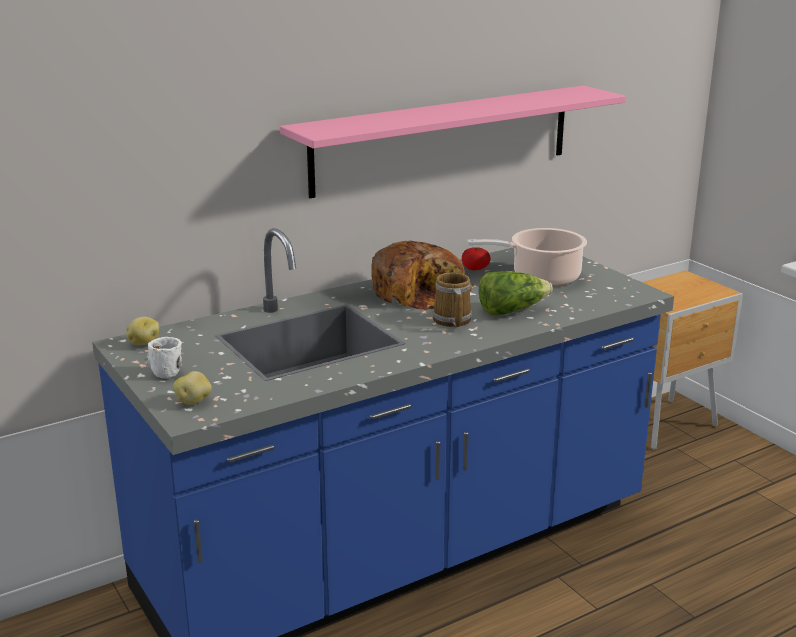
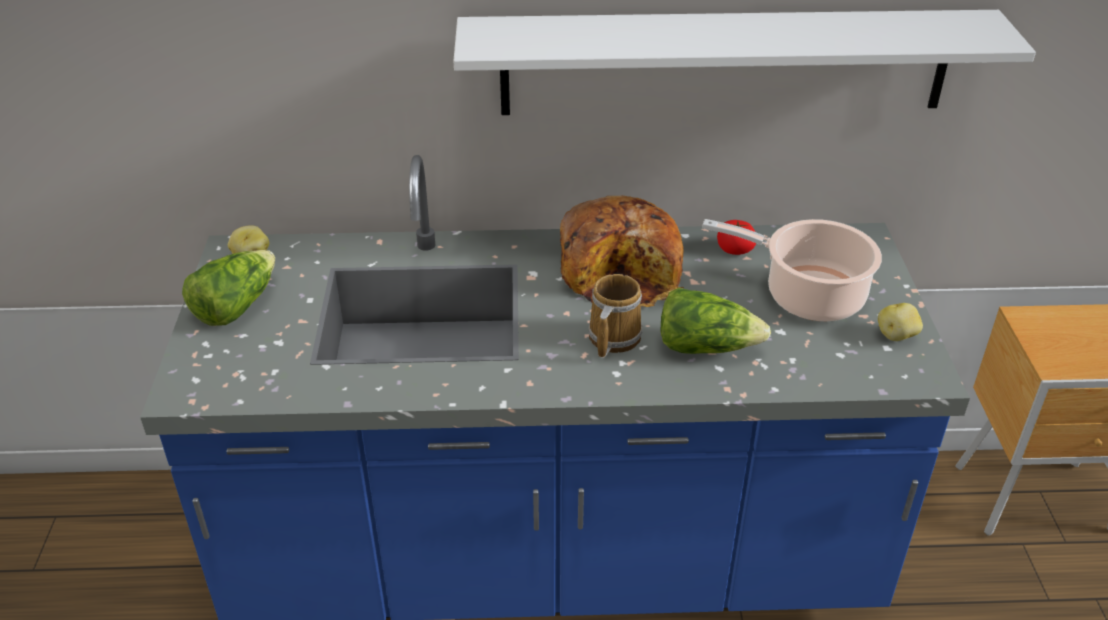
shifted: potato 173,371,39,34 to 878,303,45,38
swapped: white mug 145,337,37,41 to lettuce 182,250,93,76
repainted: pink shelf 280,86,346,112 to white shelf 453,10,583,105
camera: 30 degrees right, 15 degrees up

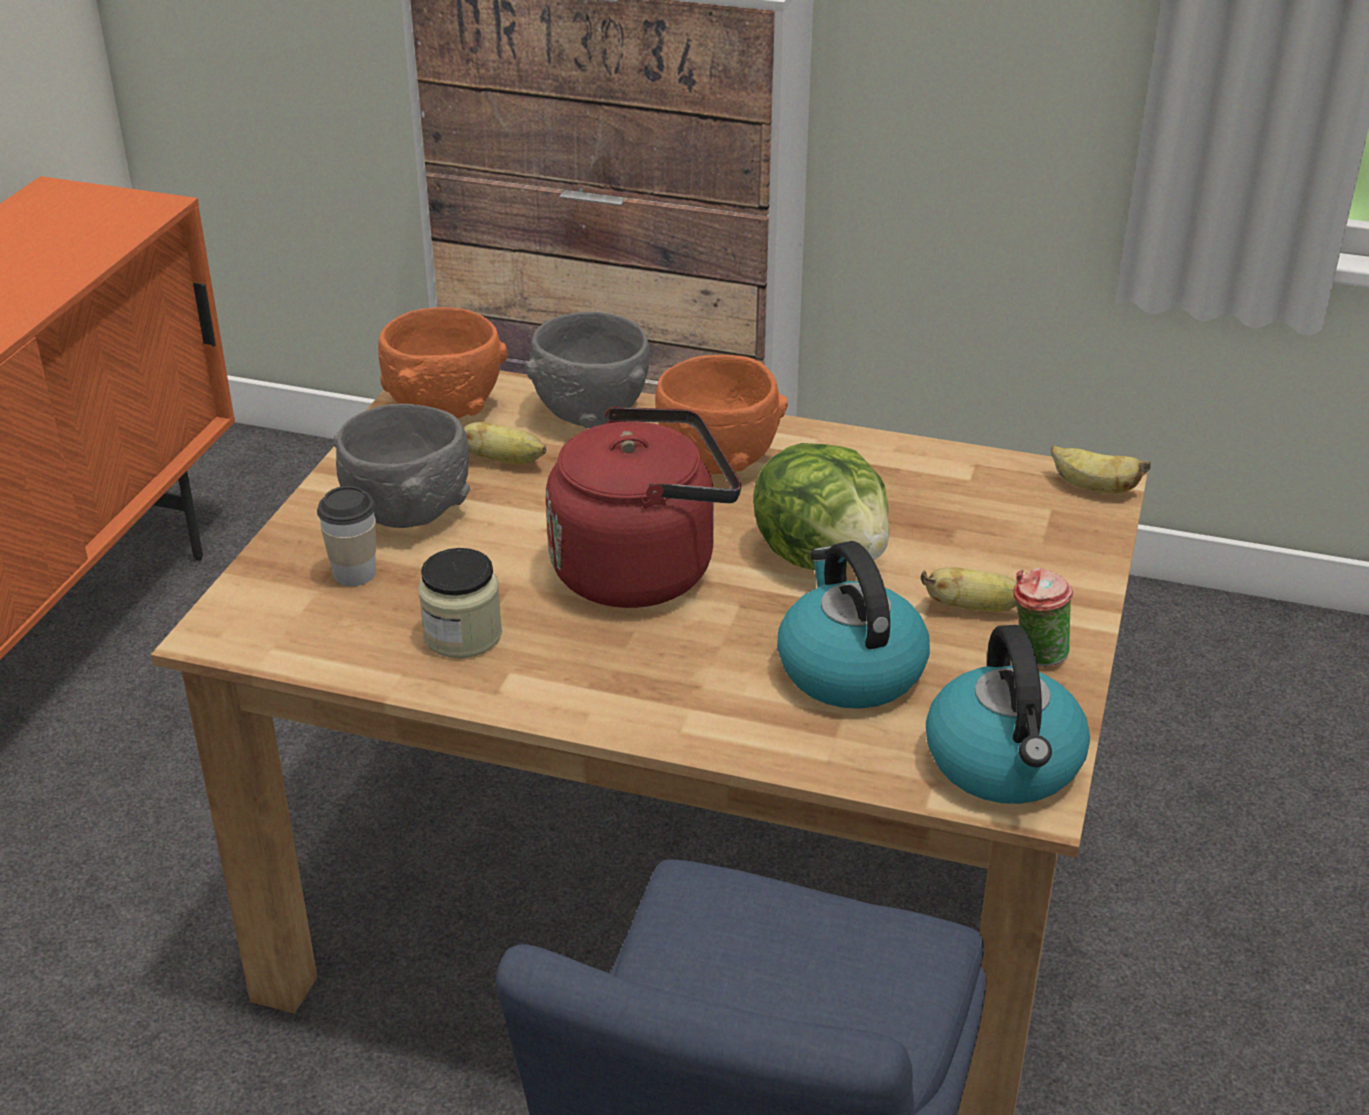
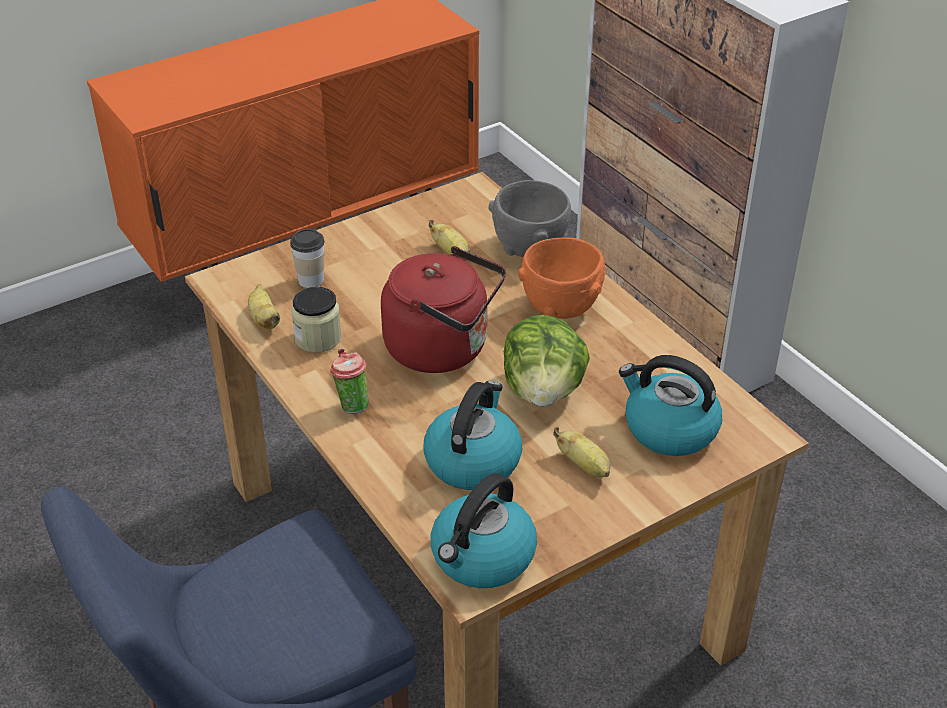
gone: grey bowl 333,404,137,124; orange bowl 378,307,130,111
new: kettle 619,355,103,101
shifted: cup 1013,568,60,99 to 330,349,38,65; banana 1051,445,100,48 to 248,284,32,45
camera: 40 degrees right, 5 degrees up

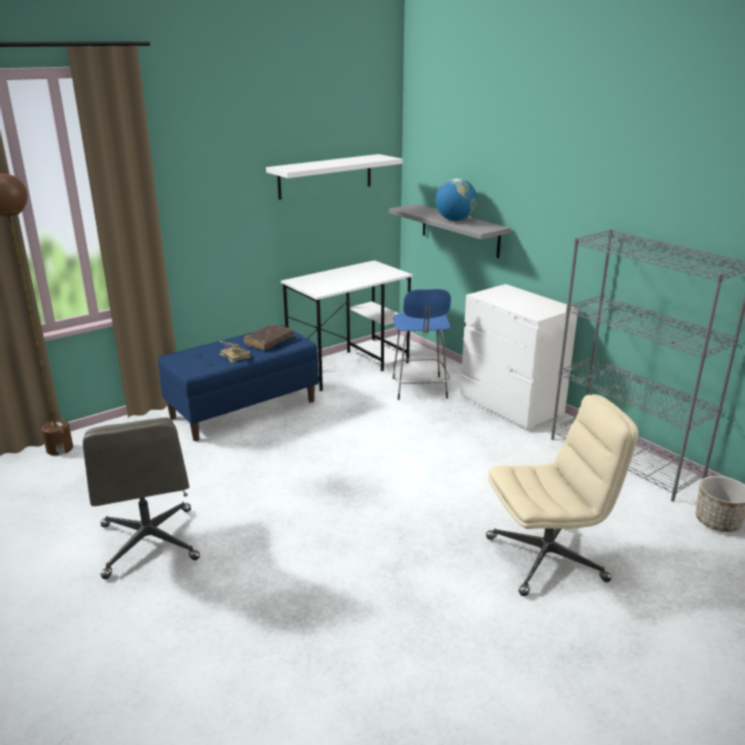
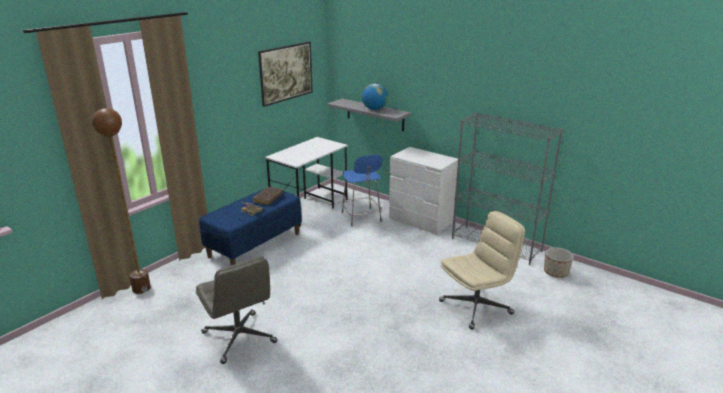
swapped: white shelf 266,154,136,46 to picture 258,42,55,65
camera: 15 degrees left, 0 degrees up

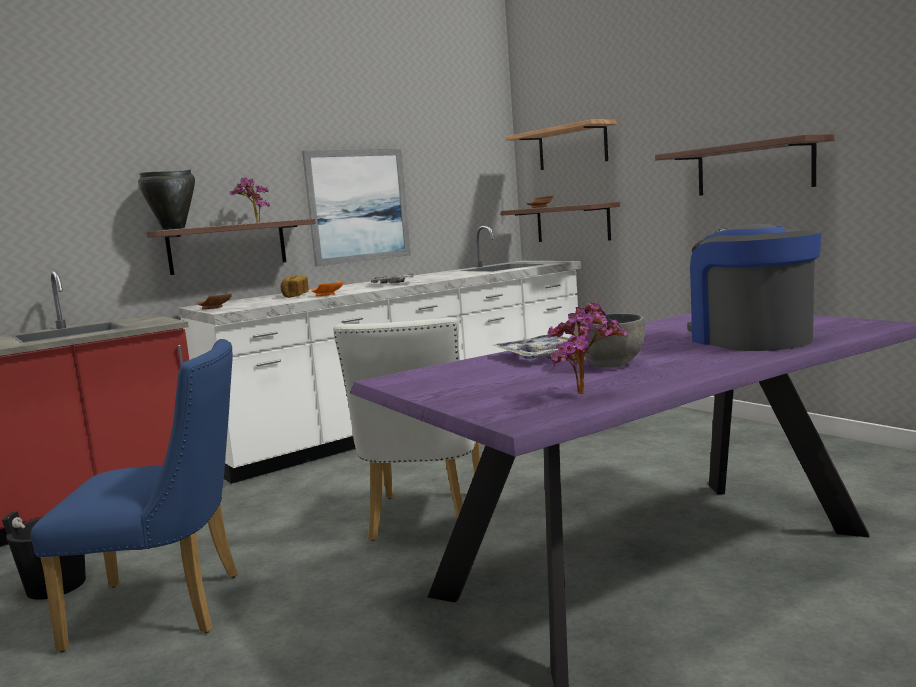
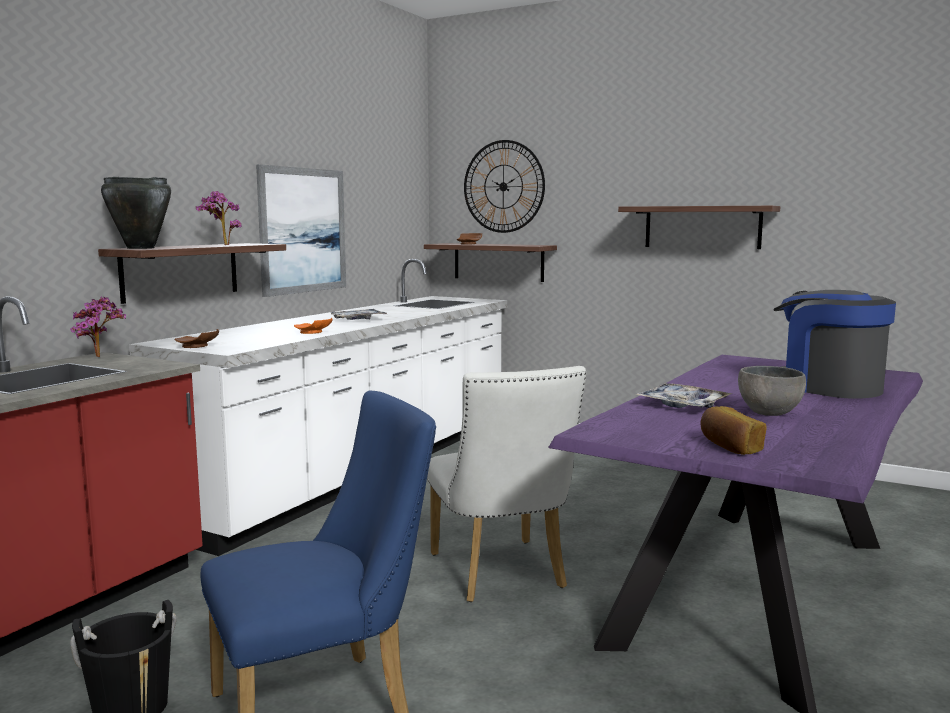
shifted: bread 281,276,28,22 to 701,406,66,49; potted plant 547,302,80,93 to 70,297,56,60
swapped: shelf 506,120,112,50 to wall clock 464,140,81,93
camera: 25 degrees left, 0 degrees up

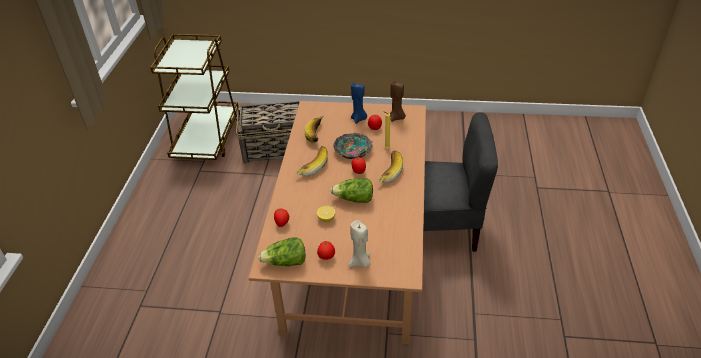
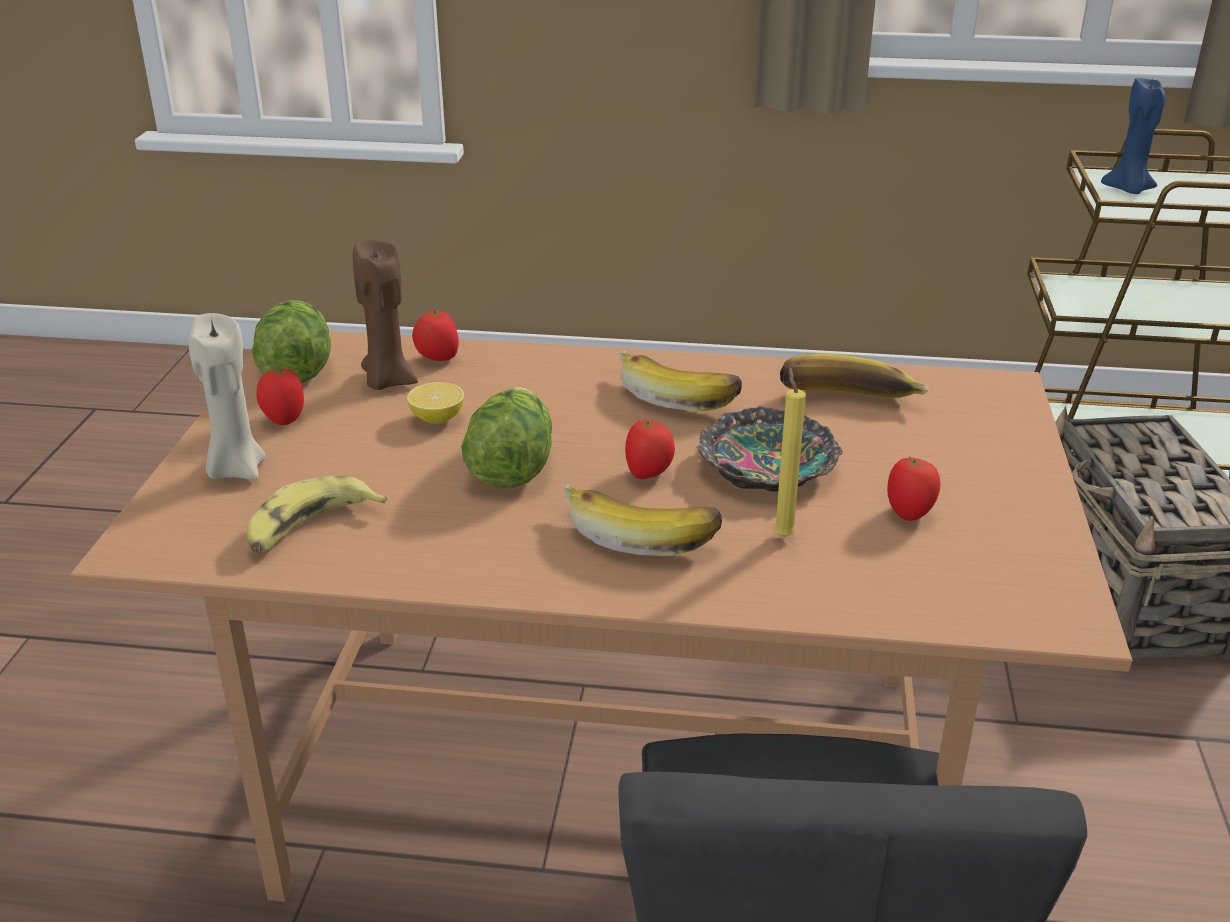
new: banana 247,476,140,78
shifted: blue candle 351,83,16,41 to 1101,78,65,116; brown candle 390,81,16,41 to 353,239,65,151
camera: 90 degrees right, 10 degrees down

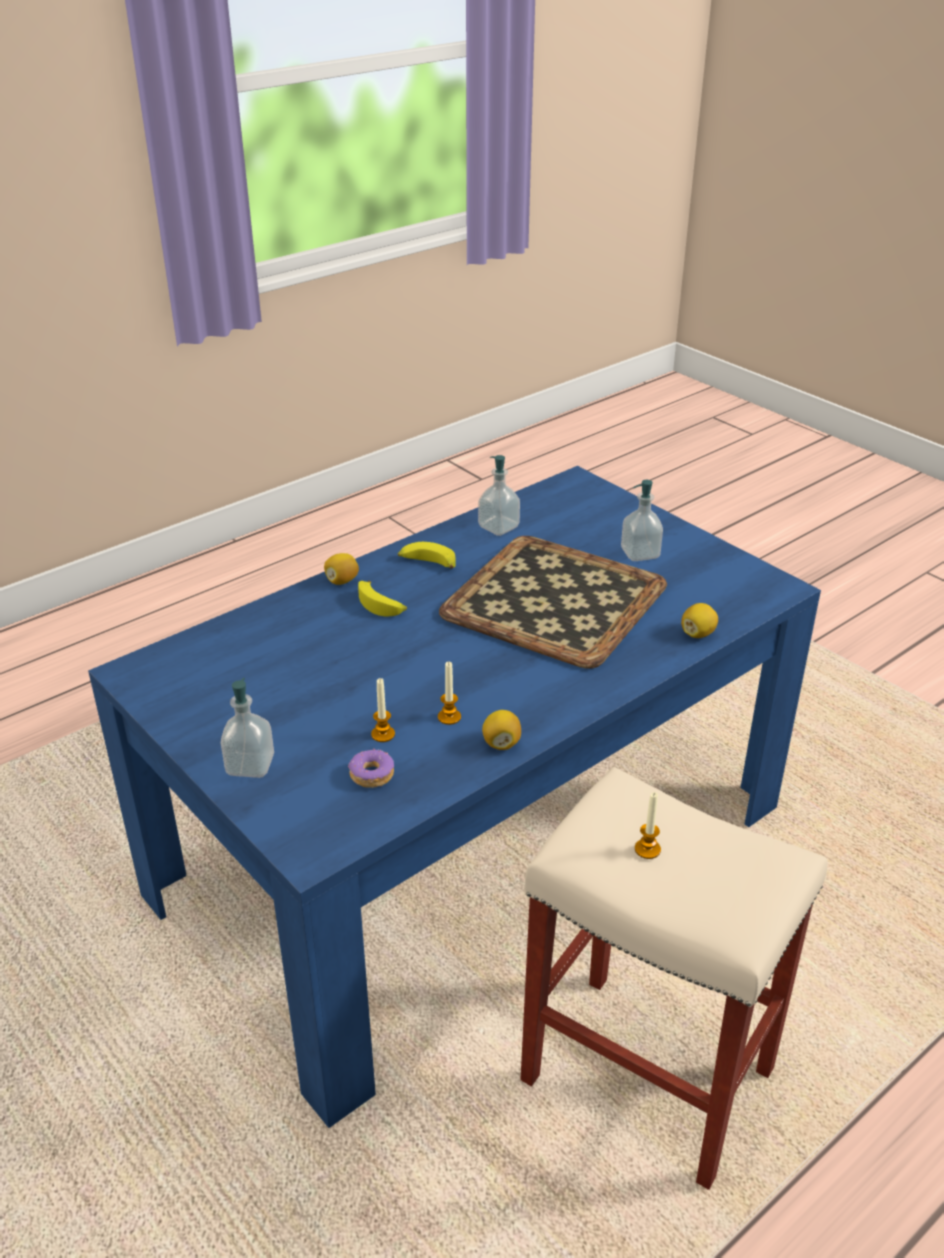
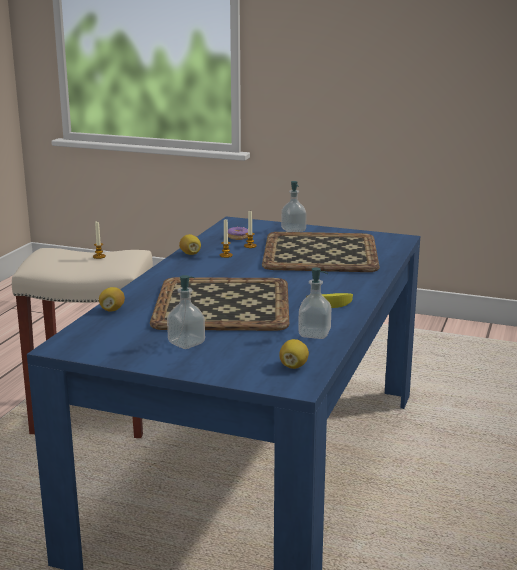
gone: banana 358,581,49,35
new: tray 262,232,118,40
shifted: lemon 324,553,35,32 to 279,339,30,30
camera: 150 degrees right, 15 degrees down

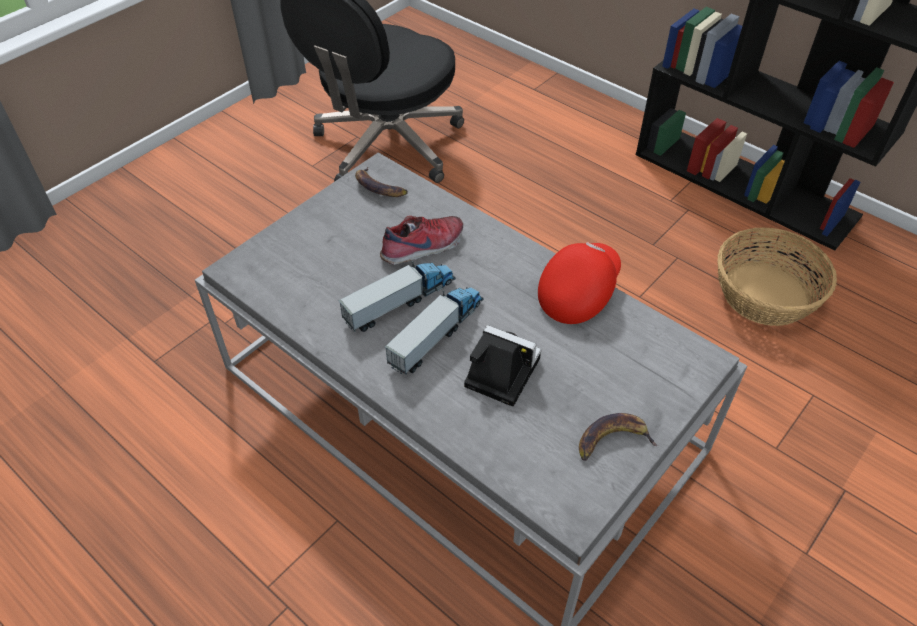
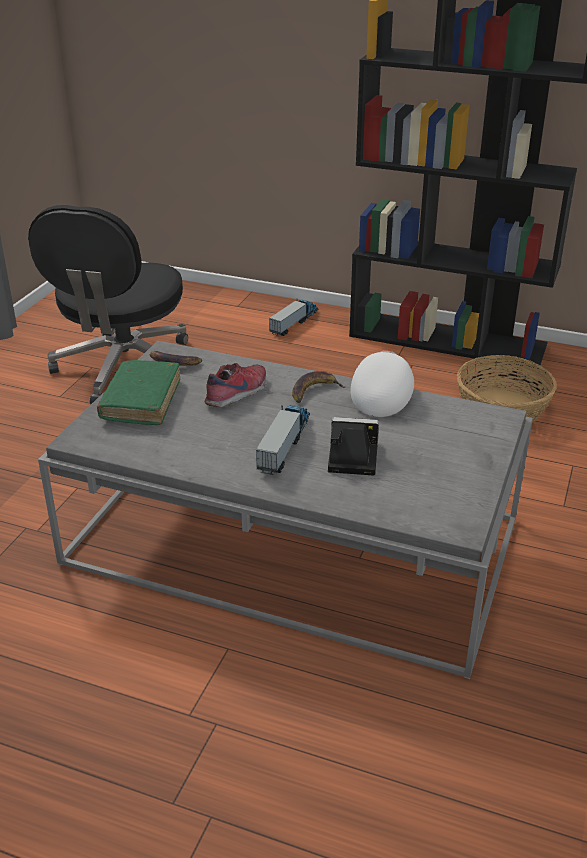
new: green book 97,360,83,65
shifted: toy truck 338,261,118,71 to 269,298,50,38; banana 579,413,79,48 to 292,371,53,32
repainted: red cap 538,242,83,82 to white cap 351,350,63,67
camera: 20 degrees left, 15 degrees down

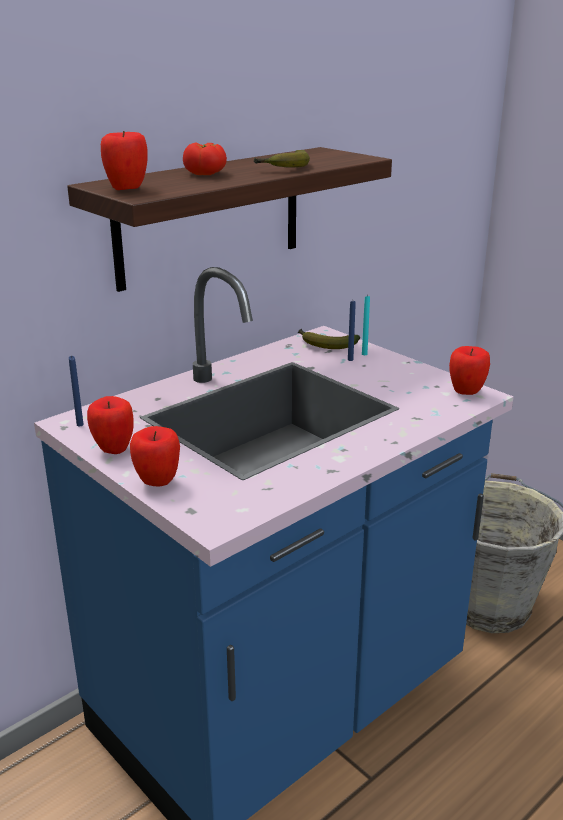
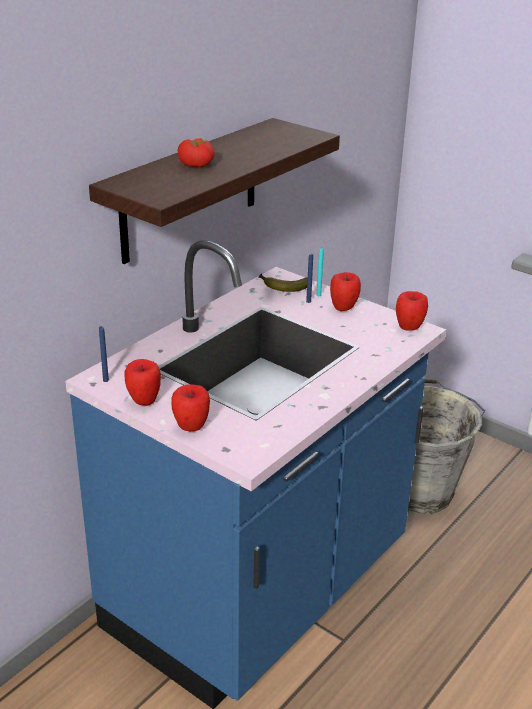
gone: banana 254,150,56,18
shifted: apple 101,131,47,59 to 330,272,31,39
camera: 10 degrees left, 5 degrees up

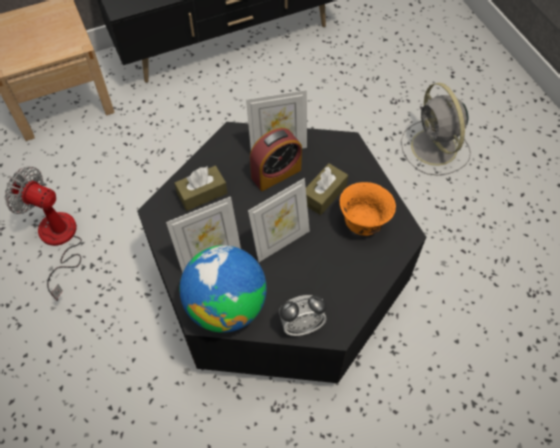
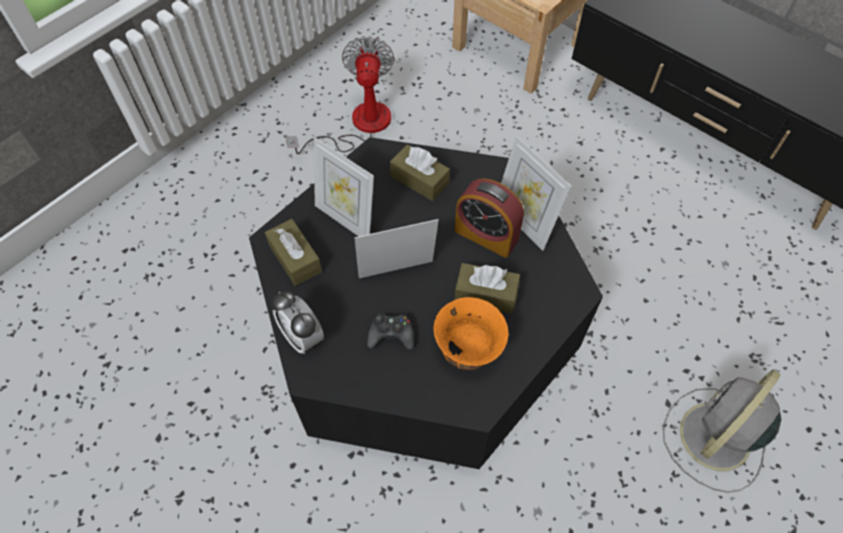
new: black game controller 367,314,47,36
swapped: globe 179,245,88,88 to brown tissue box 265,219,57,67
rotated: picture frame 248,178,62,84 = 354,219,85,59 135 degrees clockwise
camera: 65 degrees right, 0 degrees up

